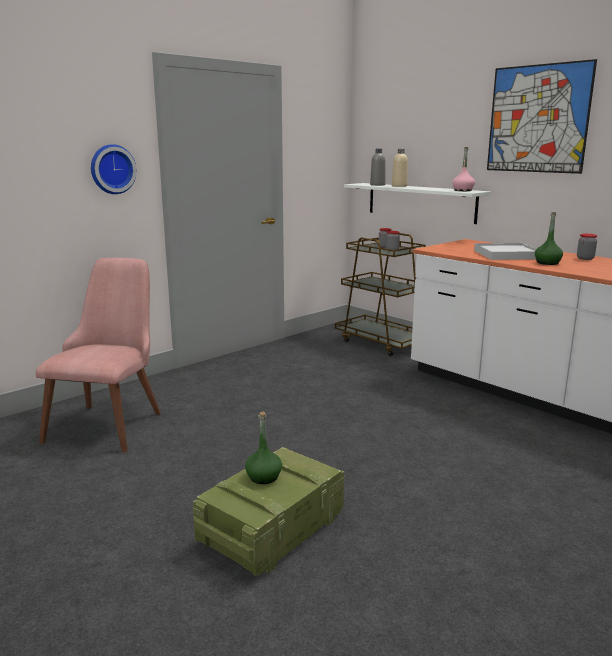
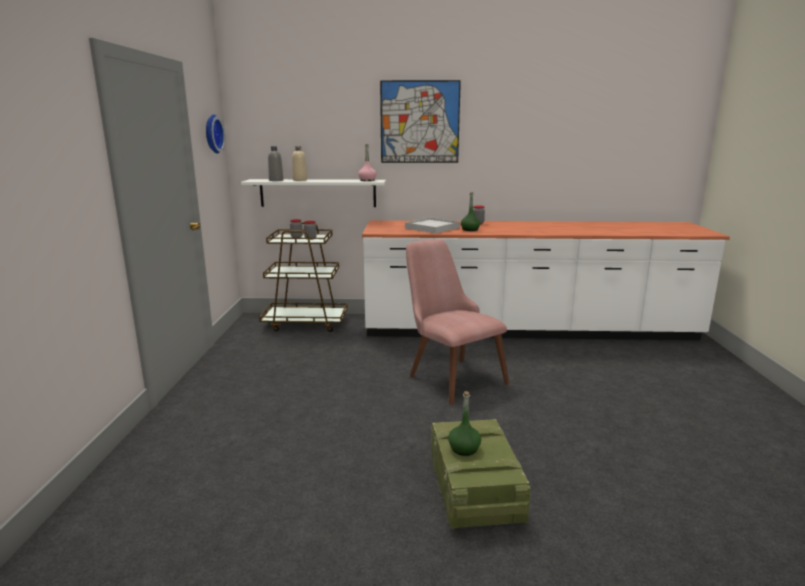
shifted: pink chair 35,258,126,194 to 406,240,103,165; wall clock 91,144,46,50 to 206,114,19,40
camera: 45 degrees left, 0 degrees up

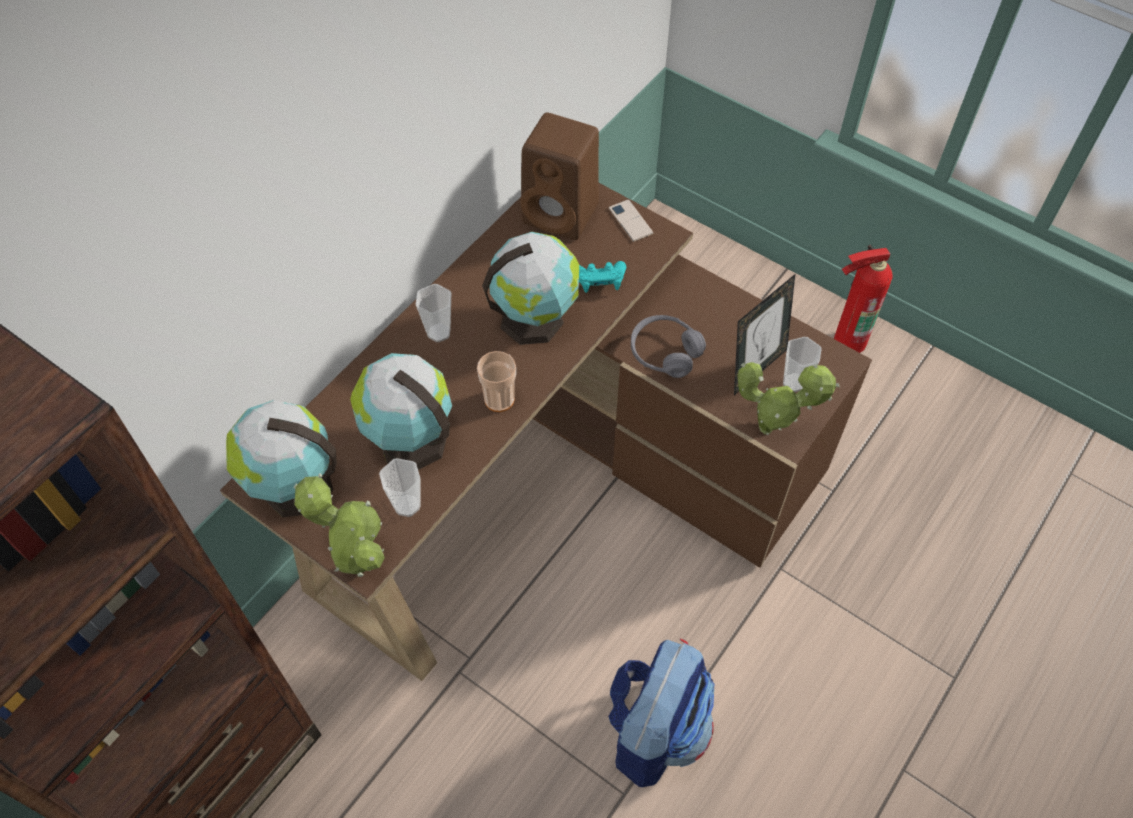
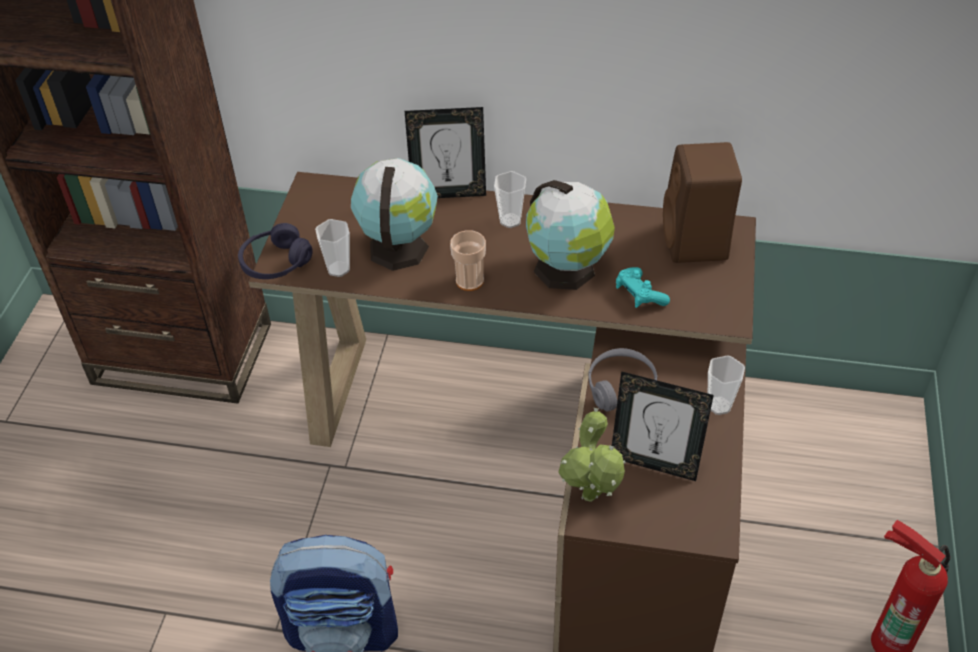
gone: globe 226,400,111,117; phone 608,199,46,43
new: picture frame 405,107,81,91
shifted: cup 783,337,39,55 to 708,355,37,60
swapped: potted plant 294,473,91,104 to purple headphones 238,223,75,56
camera: 65 degrees right, 10 degrees down

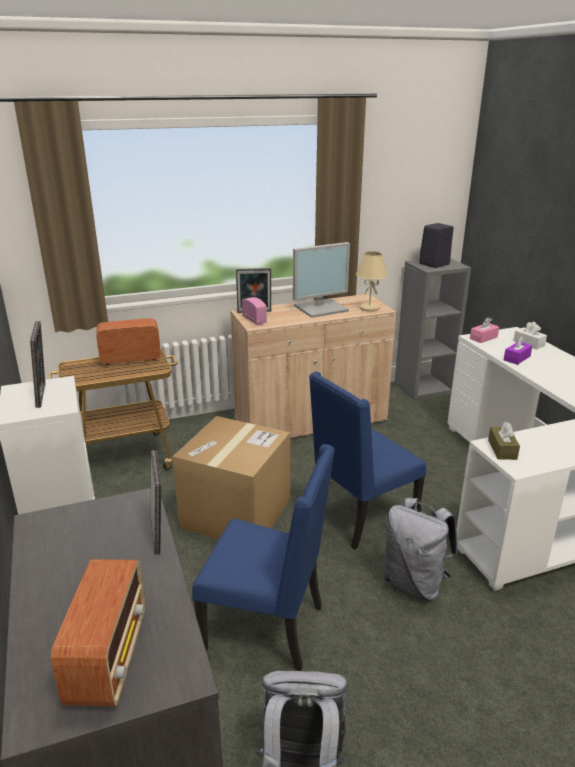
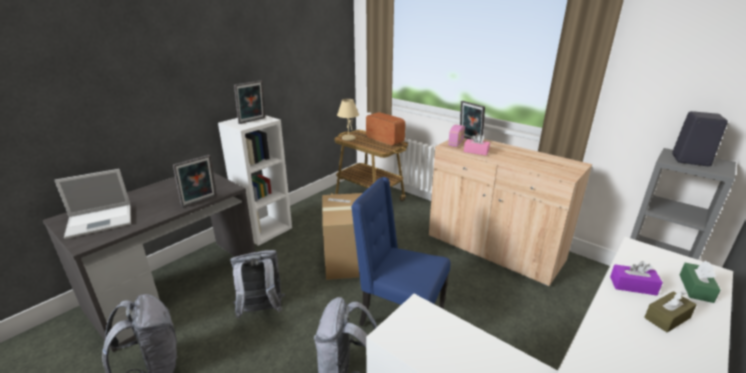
gone: monitor 293,242,57,76
shifted: beige table lamp 356,251,32,61 to 337,99,22,42; pink tissue box 470,317,29,26 to 464,133,26,23; brown tissue box 488,421,32,39 to 644,291,53,42
swapped: radio 51,559,94,147 to laptop 54,169,77,70; blue chair 192,444,143,227 to grey backpack 230,250,55,69
repainted: white tissue box 513,322,34,27 to green tissue box 680,261,40,42
camera: 60 degrees right, 0 degrees up

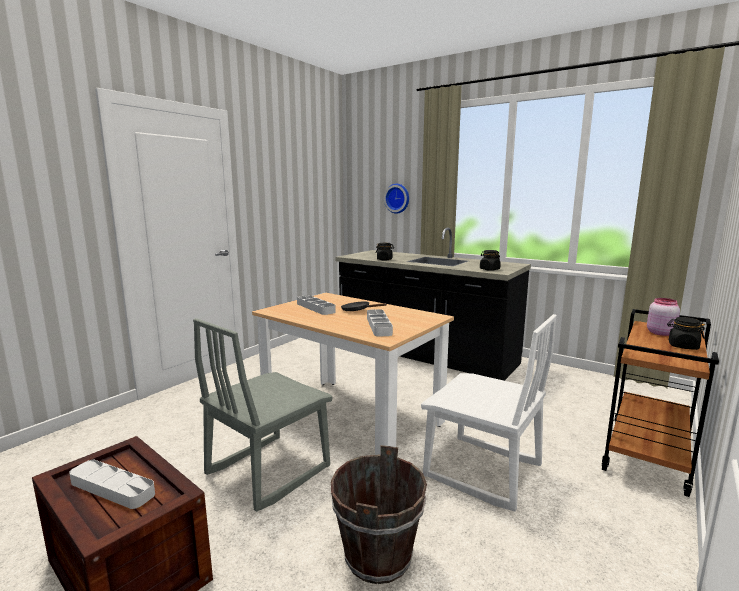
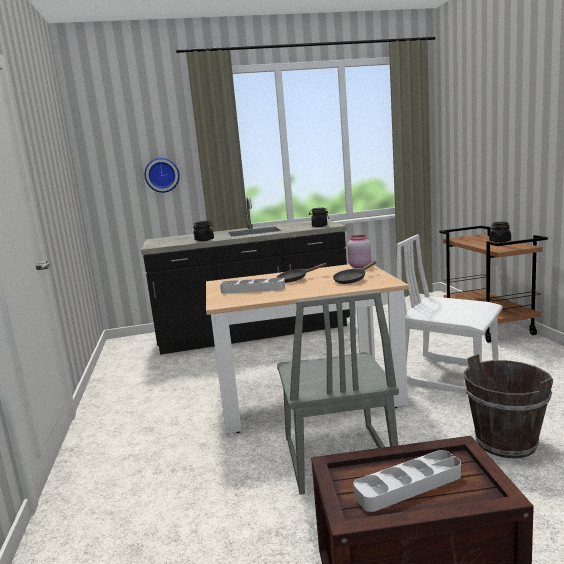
shifted: pink jar 647,298,33,38 to 347,235,24,33
swapped: grey tray 367,309,26,28 to black frying pan 333,261,43,23
rotated: white chair 421,314,136,197 = 397,234,106,160 135 degrees counterclockwise
camera: 45 degrees left, 0 degrees up

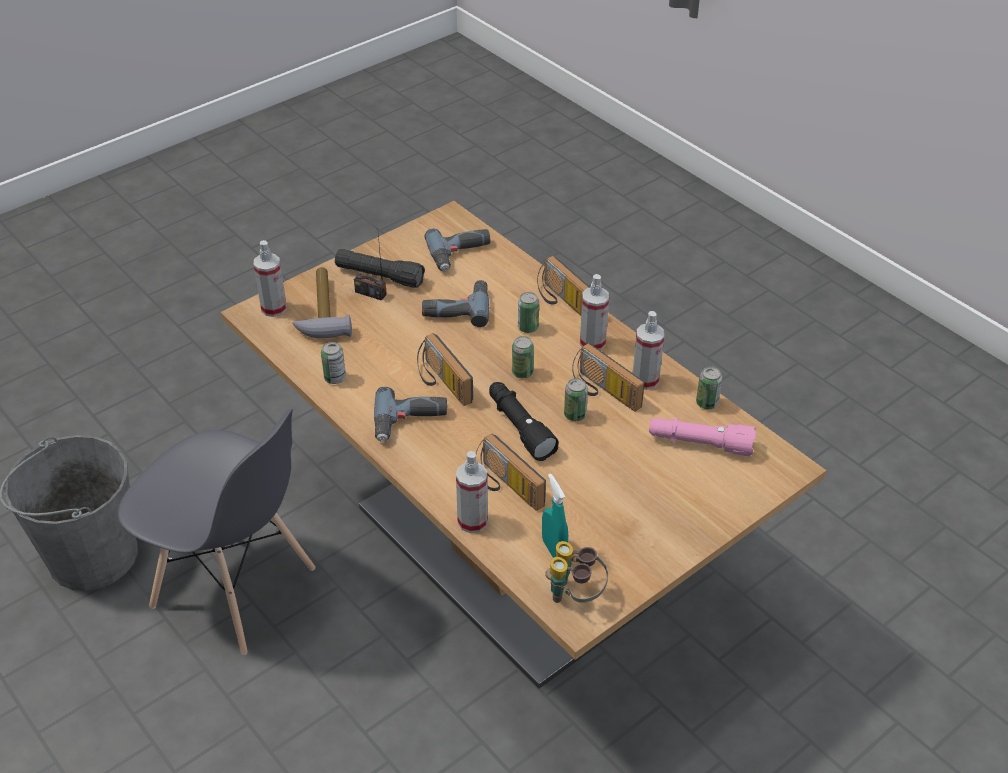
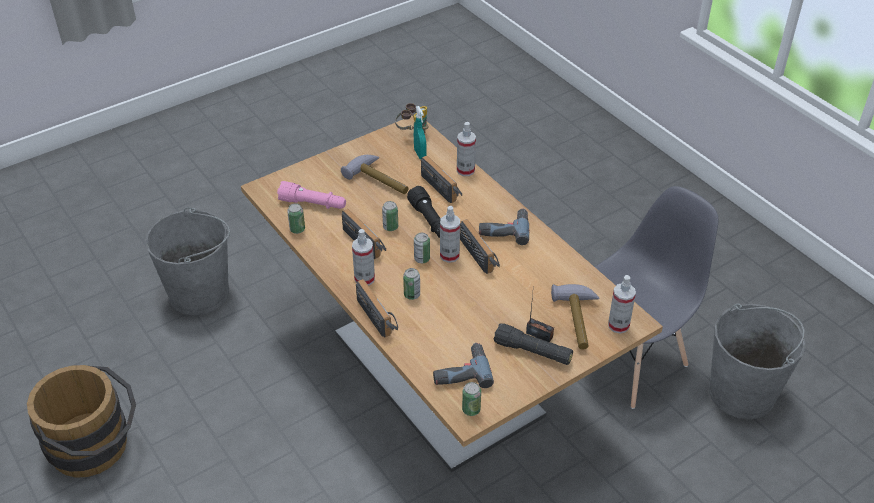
gone: power drill 422,280,67,47
new: brown bucket 27,365,109,113; grey bucket 145,207,85,108; hammer 341,155,68,39
shifted: can 321,342,25,42 to 462,382,19,34; spray bottle 633,311,31,79 to 440,206,20,57
rotated: grey chair 118,409,197,246 = 595,186,123,223 105 degrees clockwise
camera: 175 degrees left, 0 degrees up

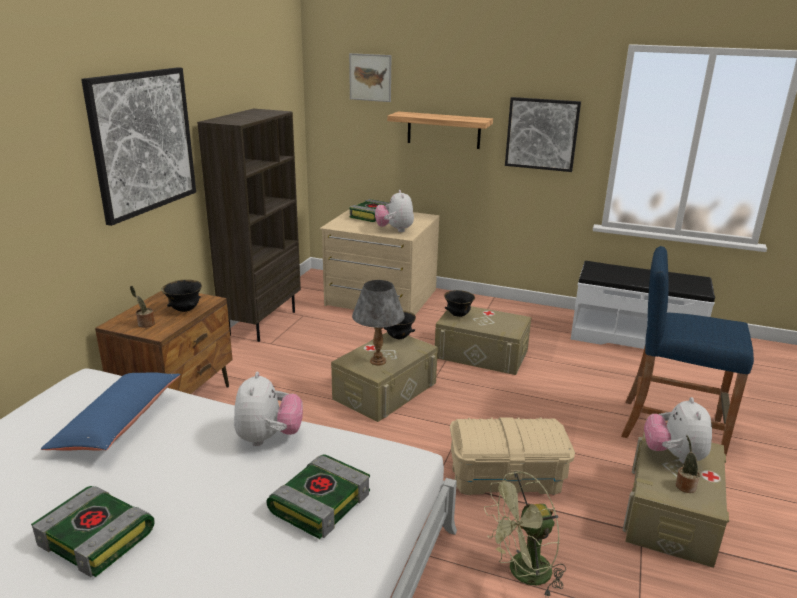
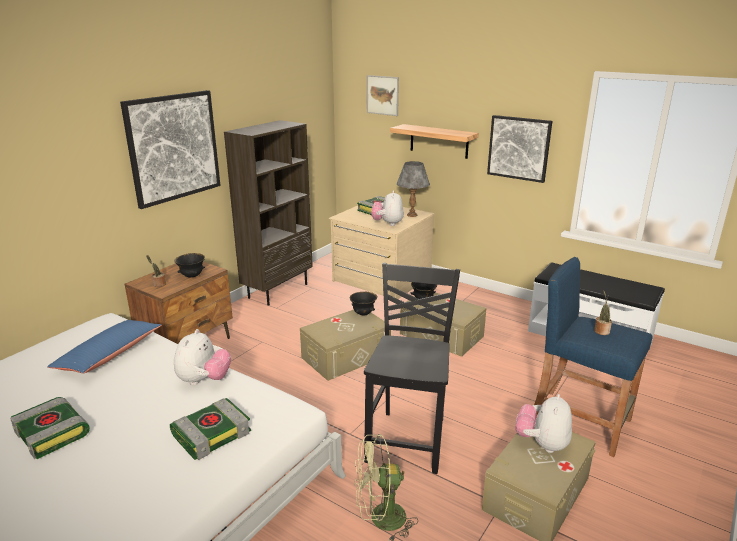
shifted: grey table lamp 352,280,53,86 to 397,161,33,56; potted plant 676,435,24,58 to 594,290,18,45
swapped: beige storage box 450,417,125,78 to black chair 364,263,96,211
camera: 15 degrees right, 0 degrees up

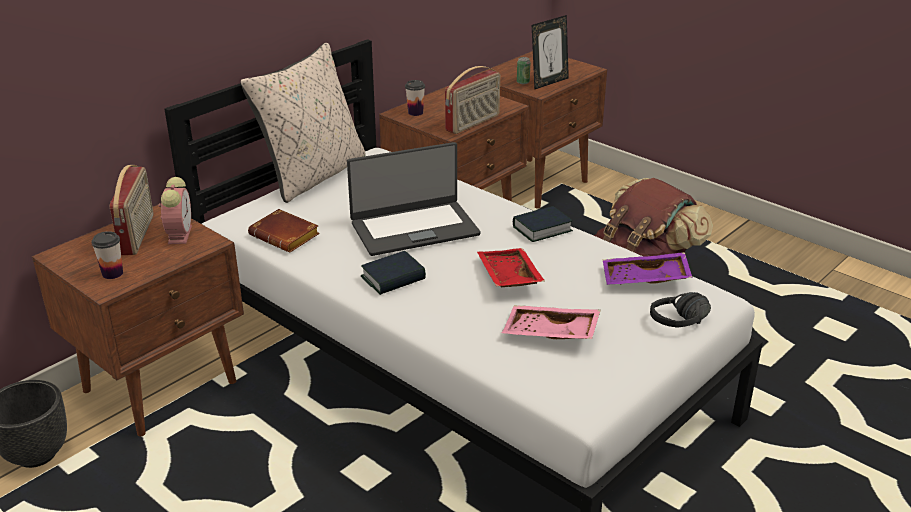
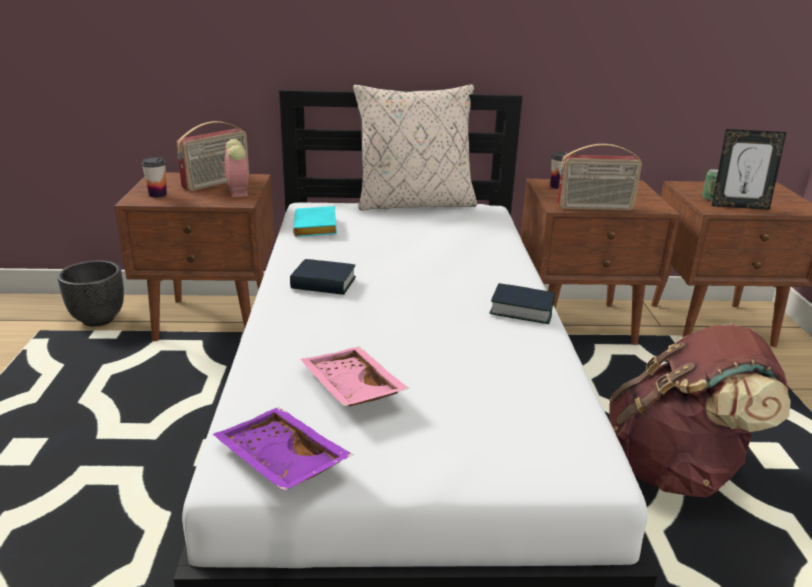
gone: laptop 347,142,134,114; red tray 477,248,68,39; black headphones 650,292,61,36
shifted: purple tray 603,252,90,33 to 213,407,140,84
repainted: brown book 248,209,72,43 to turquoise book 293,206,44,31
rotated: alarm clock 159,177,33,67 = 221,139,27,58 60 degrees counterclockwise
camera: 45 degrees right, 5 degrees down

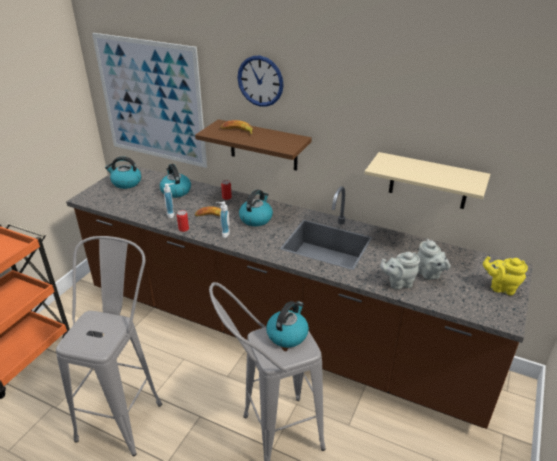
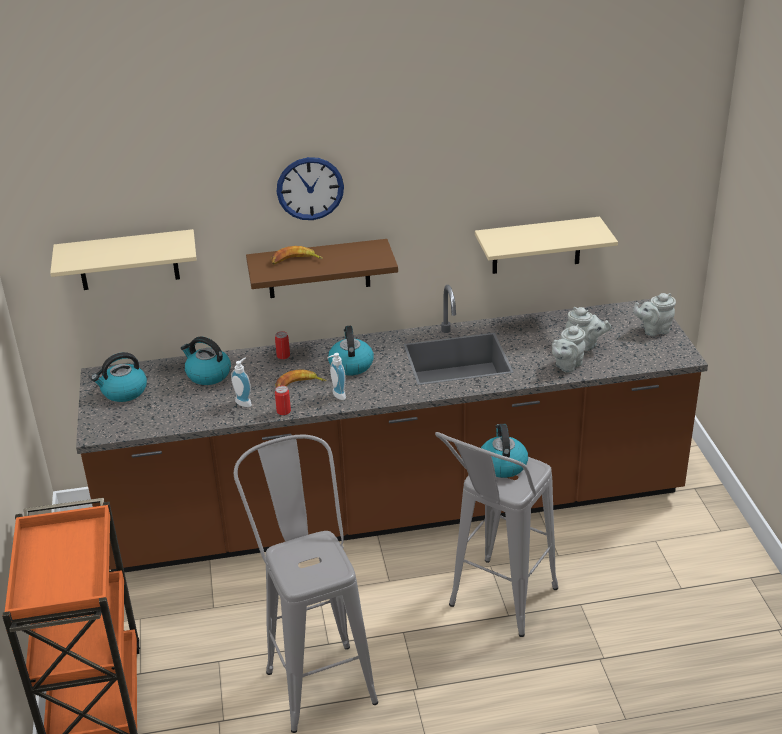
swapped: picture 92,33,115,135 to beige shelf 50,229,147,61
repainted: yellow teapot 483,256,45,39 to grey teapot 633,293,43,43
camera: 35 degrees left, 0 degrees up

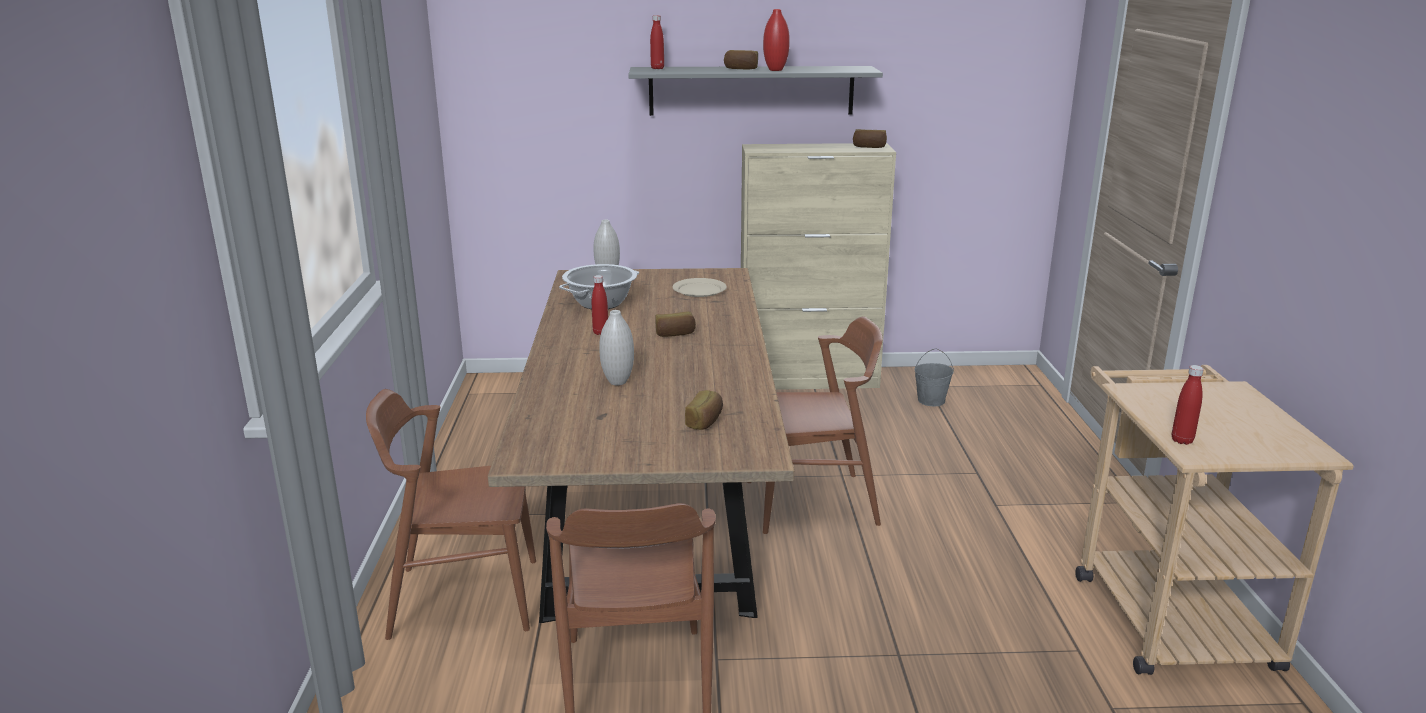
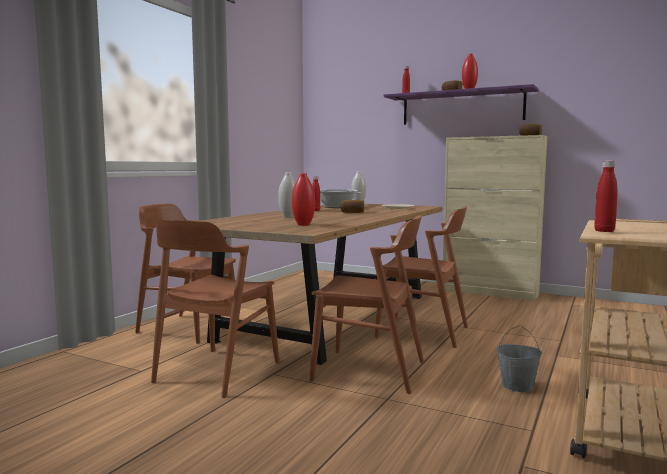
new: brown chair 310,215,114,179
shifted: grey bucket 914,348,40,58 to 497,325,45,67
swapped: bread 685,390,38,40 to red vase 292,173,23,53
repainted: grey shelf 628,66,255,50 to purple shelf 384,84,155,41
camera: 30 degrees right, 15 degrees down

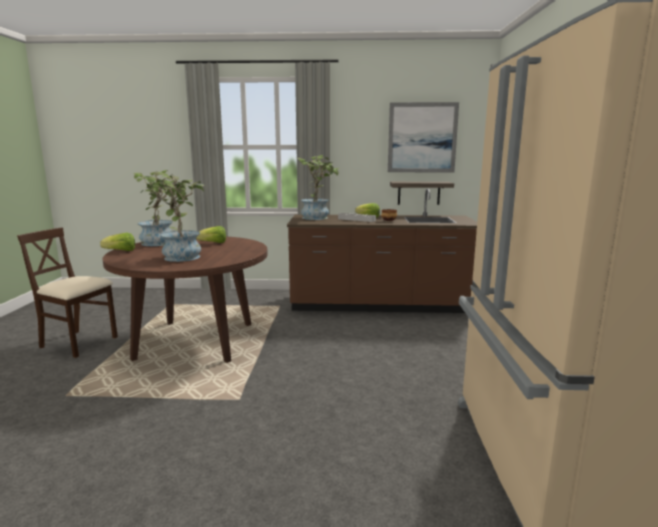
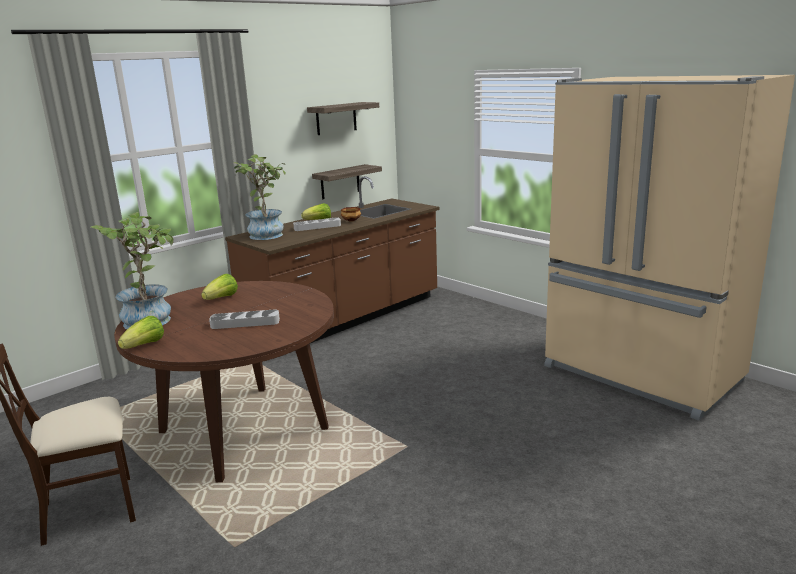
swapped: potted plant 140,173,64,89 to grey tray 209,310,71,19; picture 388,102,71,70 to shelf 307,102,72,33
camera: 45 degrees left, 5 degrees up

